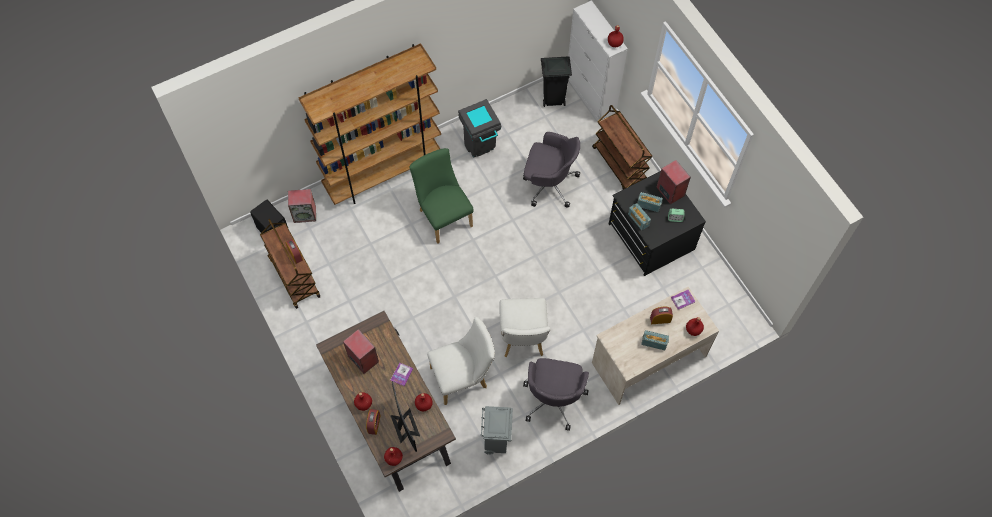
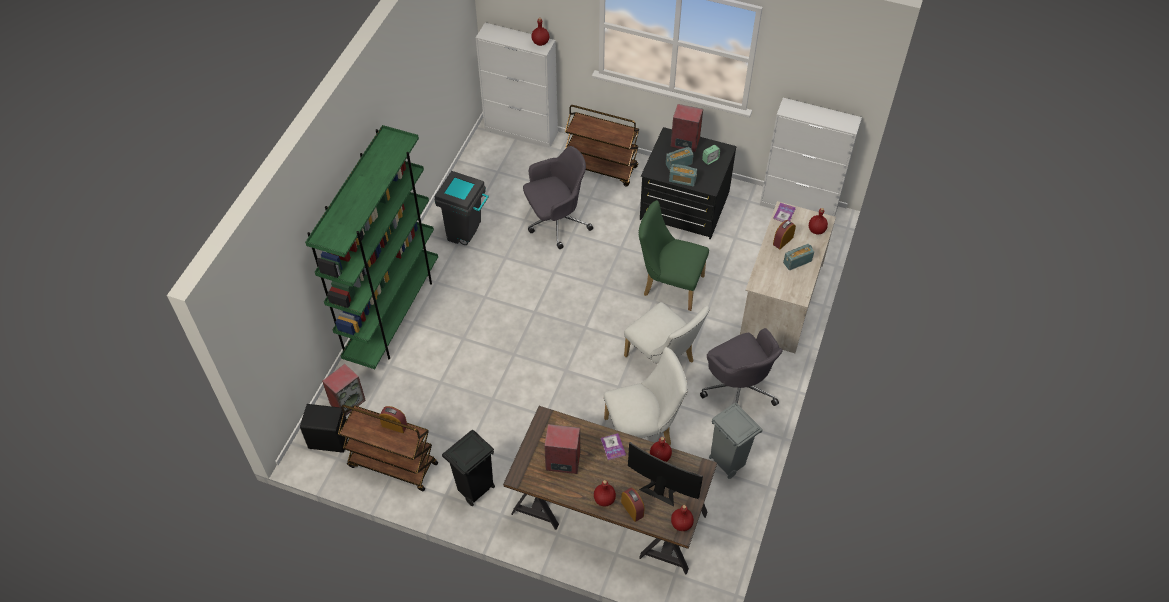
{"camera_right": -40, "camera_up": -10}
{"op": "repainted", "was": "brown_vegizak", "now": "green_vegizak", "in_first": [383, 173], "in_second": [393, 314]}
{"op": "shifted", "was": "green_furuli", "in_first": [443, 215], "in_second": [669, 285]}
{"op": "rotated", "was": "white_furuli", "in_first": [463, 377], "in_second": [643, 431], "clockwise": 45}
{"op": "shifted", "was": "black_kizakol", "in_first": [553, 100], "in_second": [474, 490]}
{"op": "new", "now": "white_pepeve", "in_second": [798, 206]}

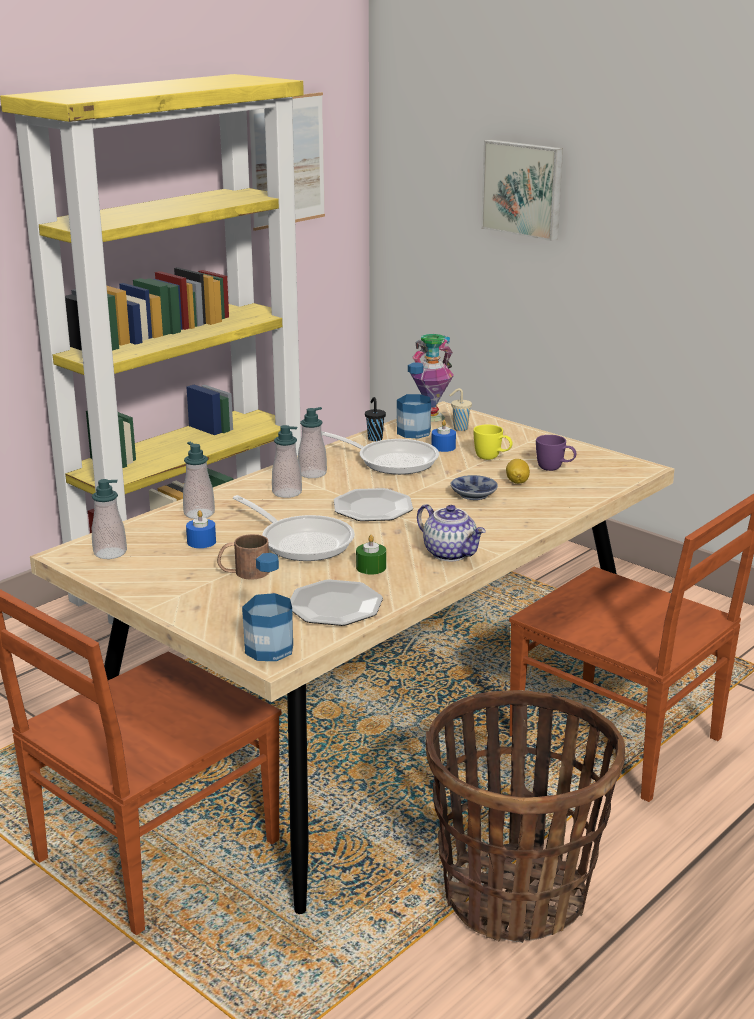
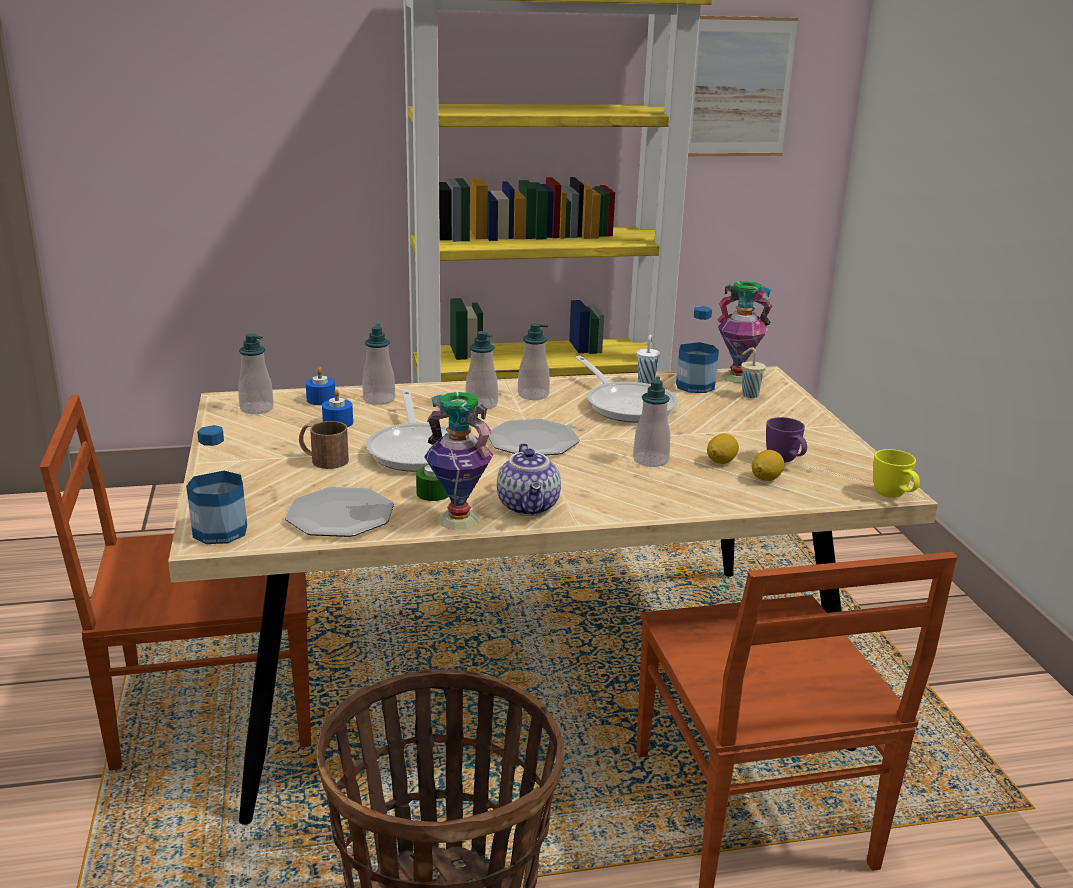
{"camera_right": 35, "camera_up": 0}
{"op": "repainted", "was": "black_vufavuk", "now": "white_vufavuk", "in_first": [374, 438], "in_second": [646, 381]}
{"op": "shifted", "was": "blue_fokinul", "in_first": [443, 447], "in_second": [321, 399]}
{"op": "swapped", "was": "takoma", "now": "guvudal", "in_first": [473, 495], "in_second": [650, 460]}
{"op": "shifted", "was": "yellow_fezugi", "in_first": [492, 458], "in_second": [894, 497]}
{"op": "gone", "was": "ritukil", "in_first": [524, 189]}
{"op": "new", "now": "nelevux", "in_second": [458, 520]}
{"op": "new", "now": "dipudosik", "in_second": [766, 478]}

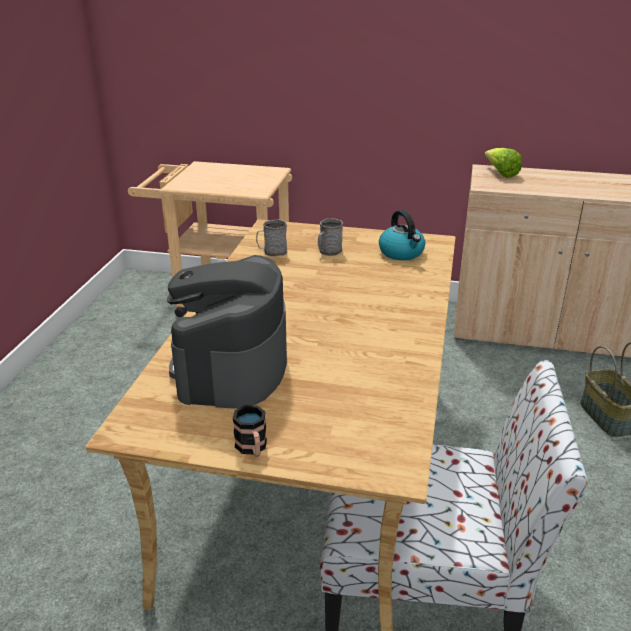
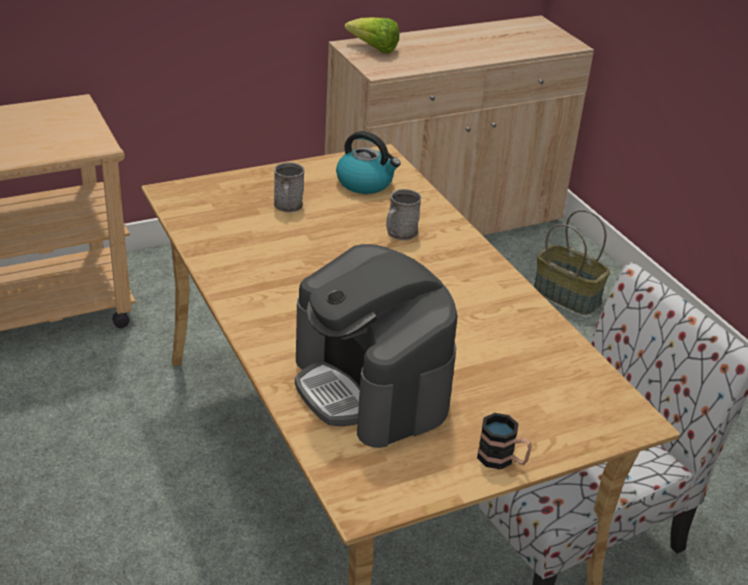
{"camera_right": -40, "camera_up": 5}
{"op": "shifted", "was": "grey_fezugi", "in_first": [272, 252], "in_second": [399, 234]}

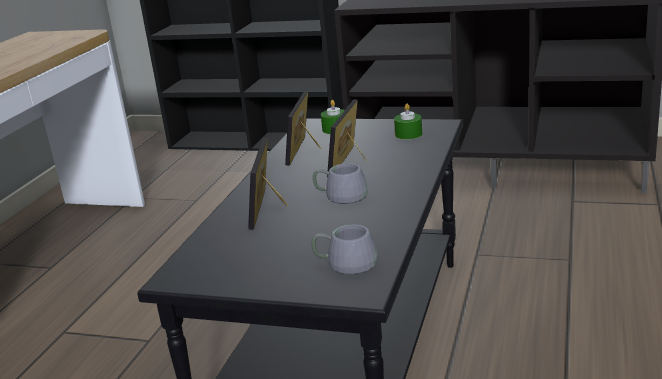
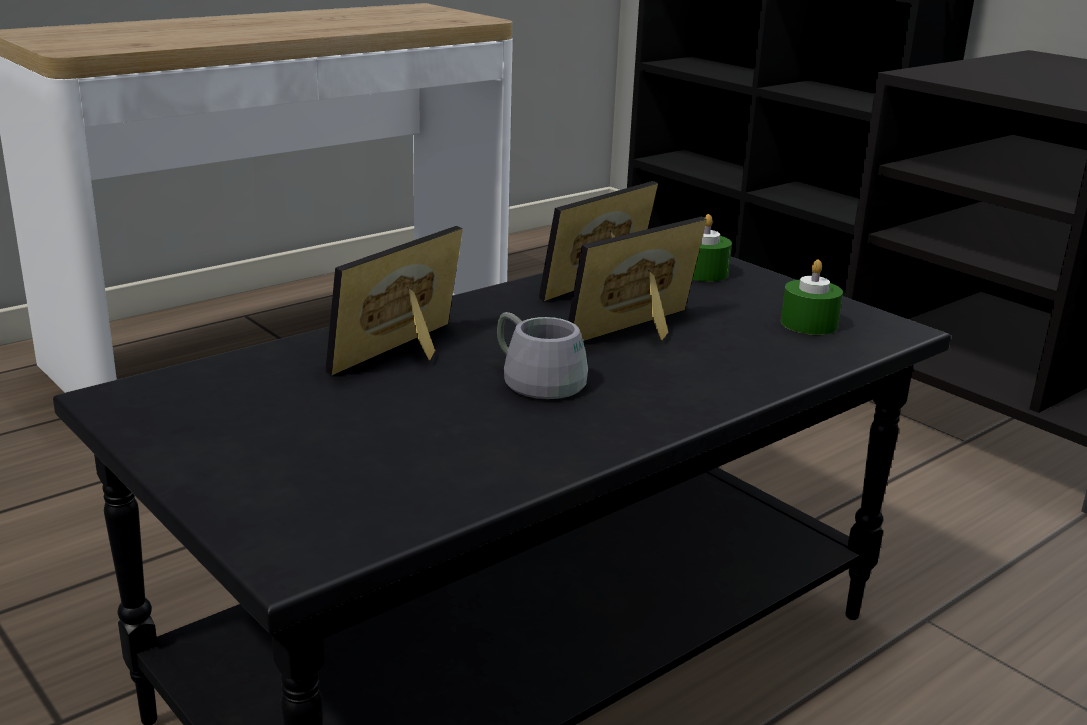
{"camera_right": 30, "camera_up": 0}
{"op": "gone", "was": "grey_fezugi", "in_first": [346, 261]}

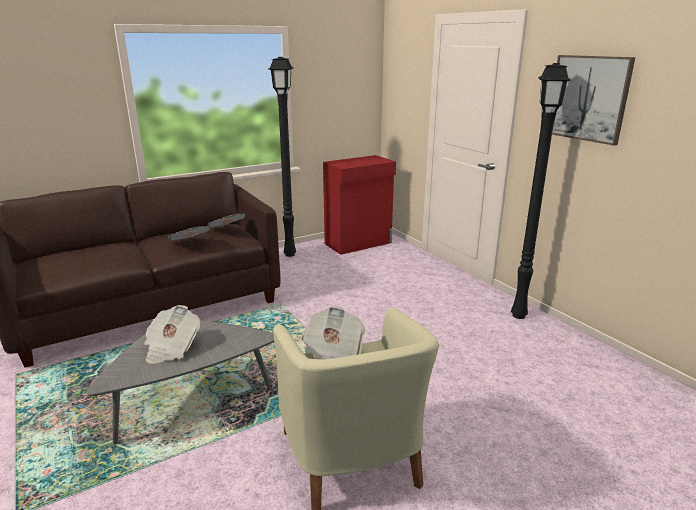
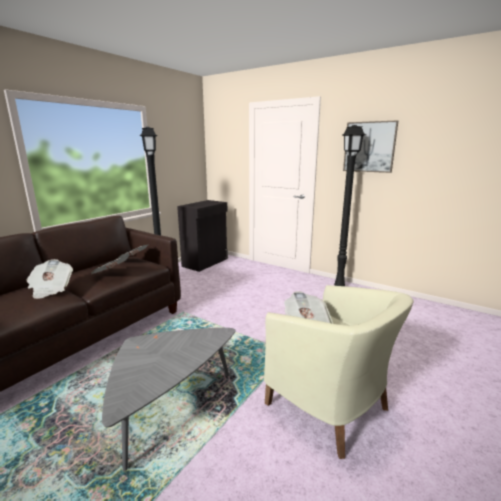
{"camera_right": -25, "camera_up": -5}
{"op": "shifted", "was": "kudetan", "in_first": [171, 348], "in_second": [51, 289]}
{"op": "repainted", "was": "red_pepeve", "now": "black_pepeve", "in_first": [359, 243], "in_second": [206, 262]}

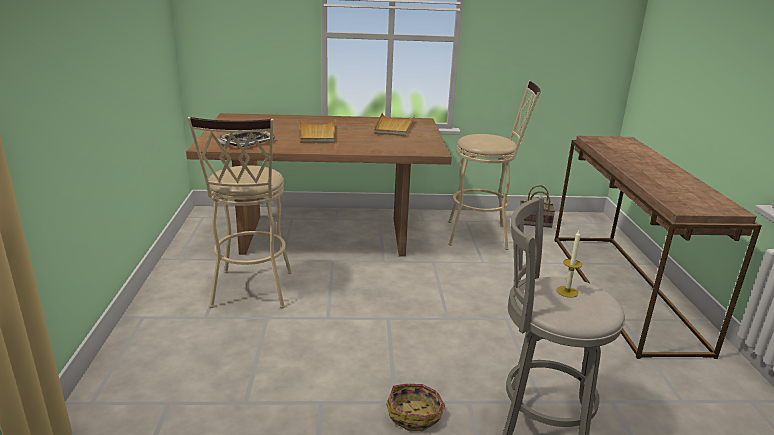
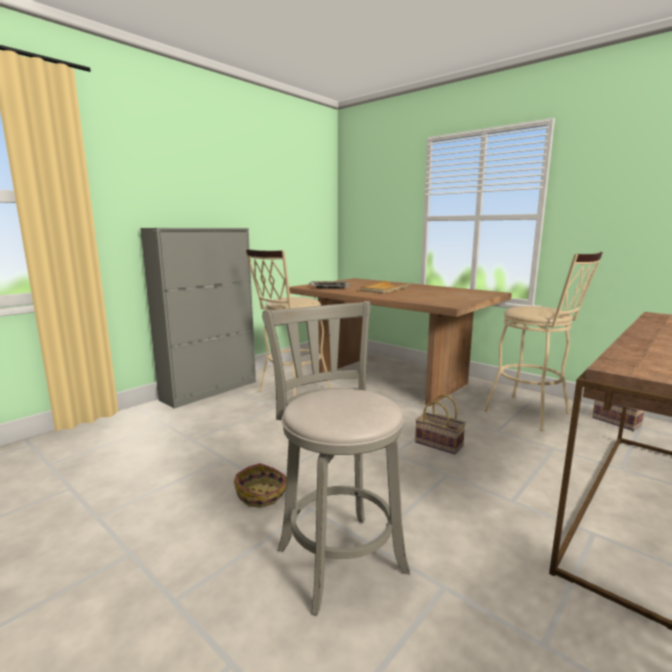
{"camera_right": 45, "camera_up": -10}
{"op": "gone", "was": "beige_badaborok", "in_first": [394, 127]}
{"op": "gone", "was": "fokinul", "in_first": [567, 291]}
{"op": "new", "now": "grey_pepeve", "in_second": [210, 390]}
{"op": "new", "now": "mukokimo", "in_second": [440, 444]}

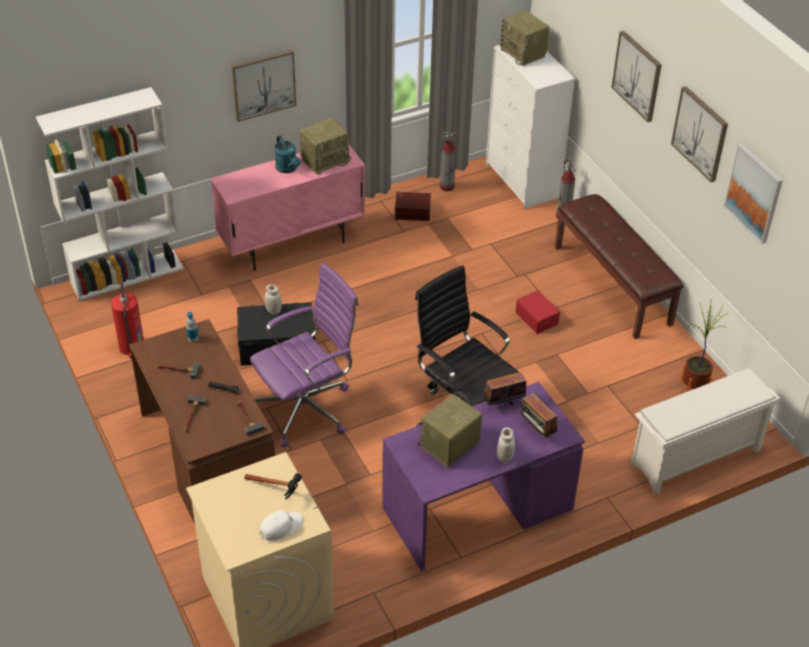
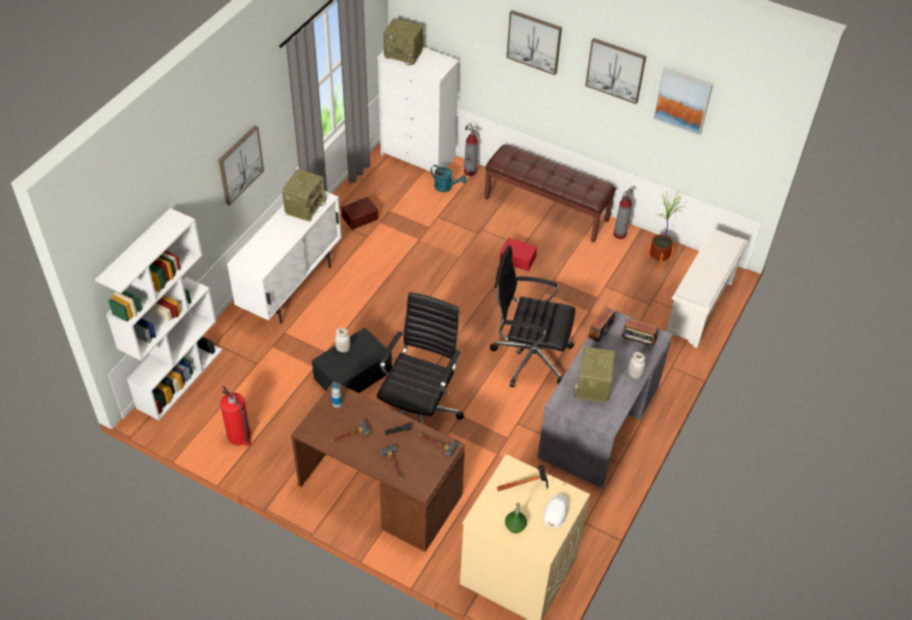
{"camera_right": -35, "camera_up": 5}
{"op": "repainted", "was": "pink_pepeve", "now": "white_pepeve", "in_first": [292, 245], "in_second": [291, 288]}
{"op": "repainted", "was": "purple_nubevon", "now": "black_nubevon", "in_first": [307, 408], "in_second": [419, 412]}
{"op": "shifted", "was": "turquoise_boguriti", "in_first": [288, 169], "in_second": [446, 187]}
{"op": "repainted", "was": "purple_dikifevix", "now": "grey_dikifevix", "in_first": [477, 510], "in_second": [599, 423]}
{"op": "shifted", "was": "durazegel", "in_first": [447, 186], "in_second": [619, 234]}
{"op": "new", "now": "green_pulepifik", "in_second": [515, 526]}

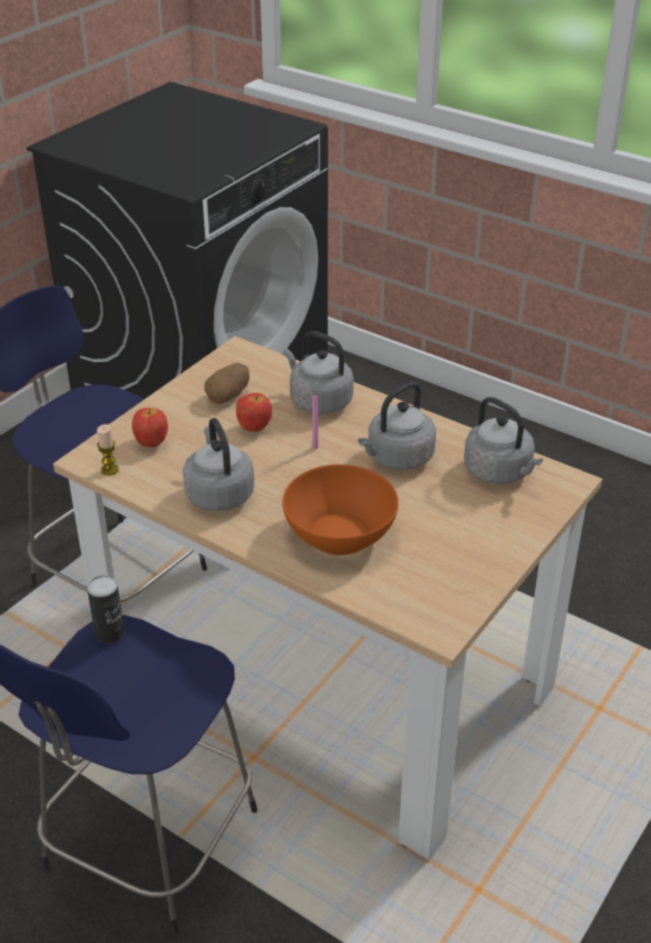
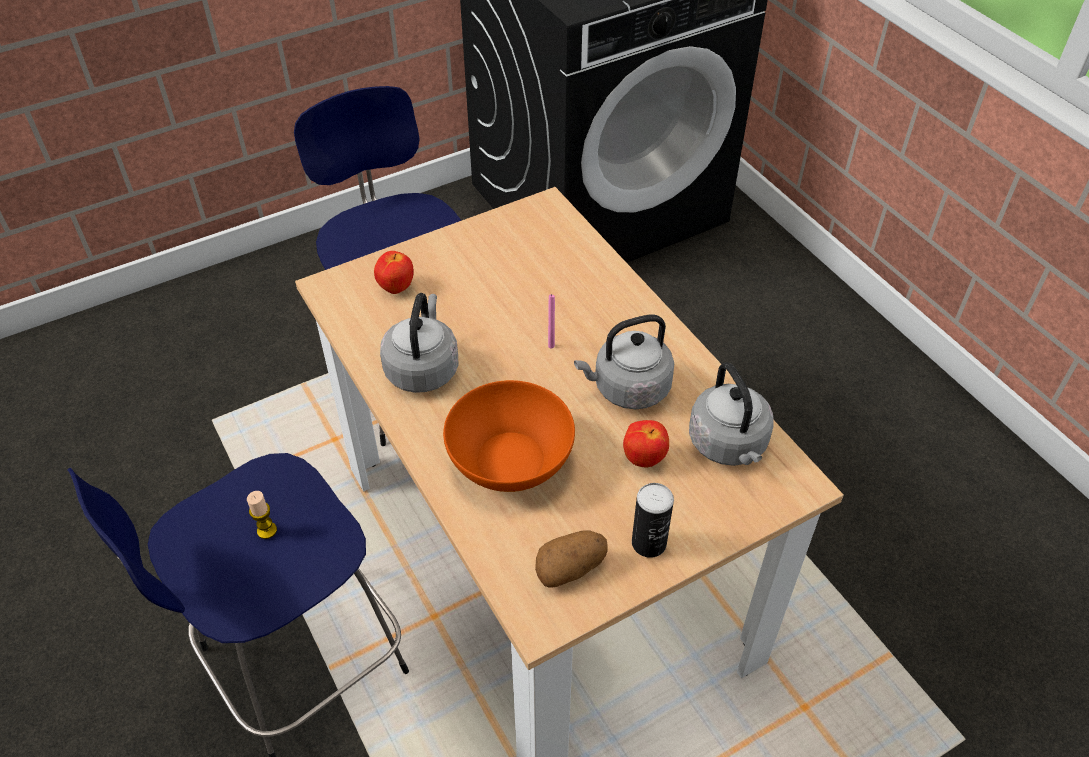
{"camera_right": 25, "camera_up": 10}
{"op": "shifted", "was": "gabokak", "in_first": [109, 633], "in_second": [649, 543]}
{"op": "shifted", "was": "fokinul", "in_first": [109, 470], "in_second": [267, 530]}
{"op": "shifted", "was": "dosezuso", "in_first": [228, 396], "in_second": [571, 568]}
{"op": "shifted", "was": "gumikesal", "in_first": [254, 428], "in_second": [644, 458]}
{"op": "gone", "was": "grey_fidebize", "in_first": [318, 401]}

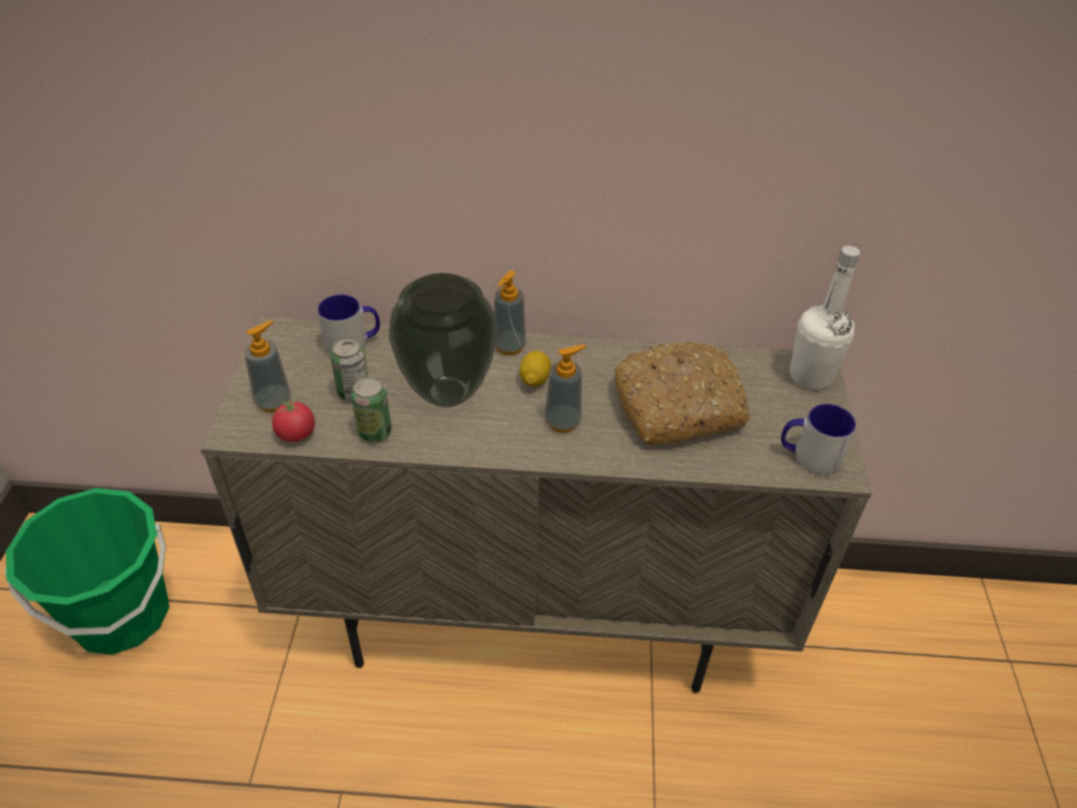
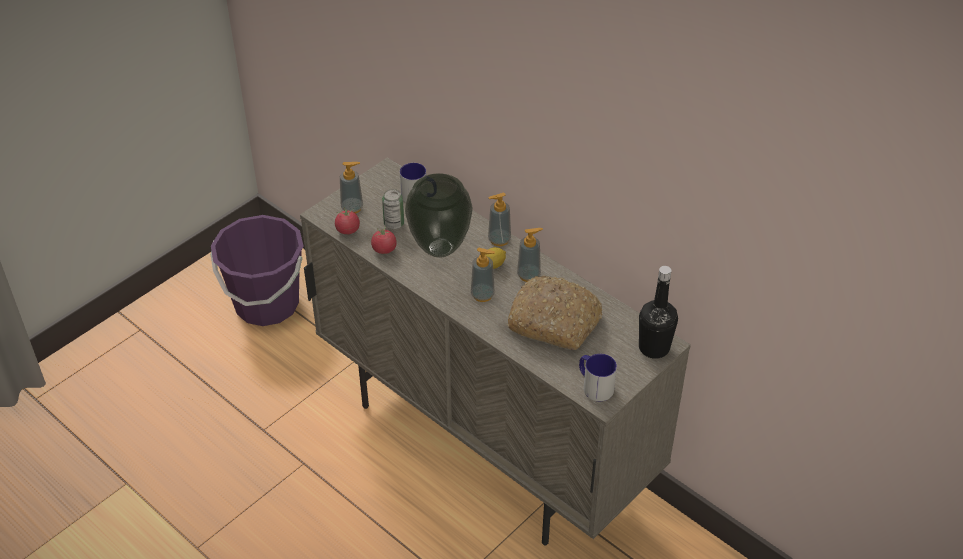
{"camera_right": 40, "camera_up": 0}
{"op": "repainted", "was": "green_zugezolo", "now": "purple_zugezolo", "in_first": [121, 614], "in_second": [266, 304]}
{"op": "swapped", "was": "gabokak", "now": "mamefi", "in_first": [374, 432], "in_second": [384, 249]}
{"op": "repainted", "was": "white_pulepifik", "now": "black_pulepifik", "in_first": [810, 376], "in_second": [654, 348]}
{"op": "new", "now": "guvudal", "in_second": [528, 275]}

